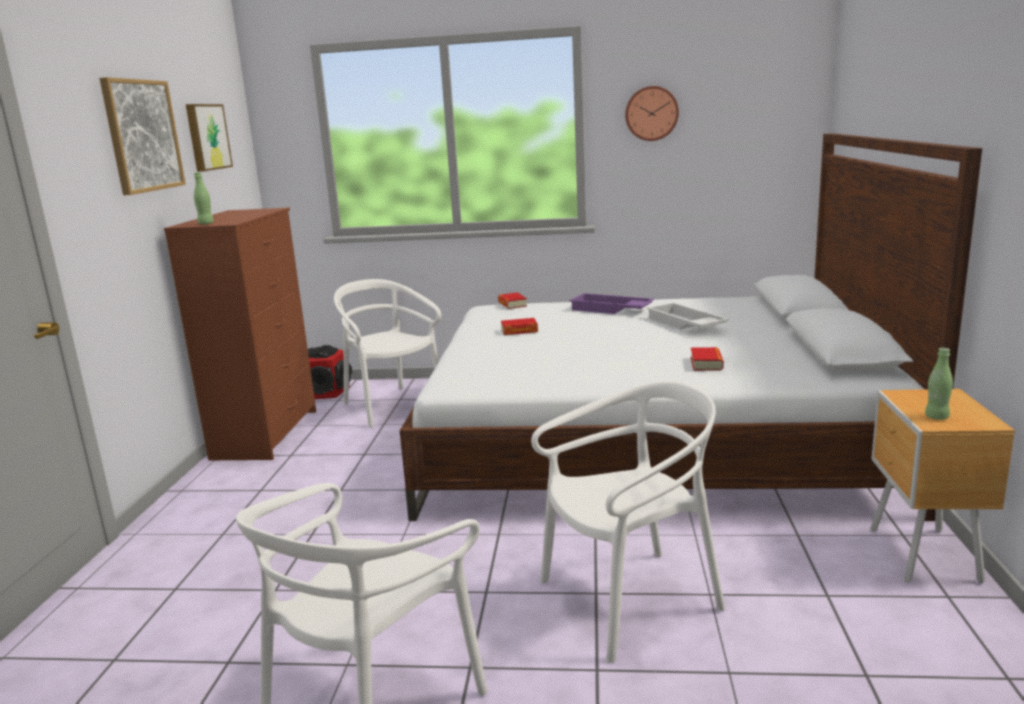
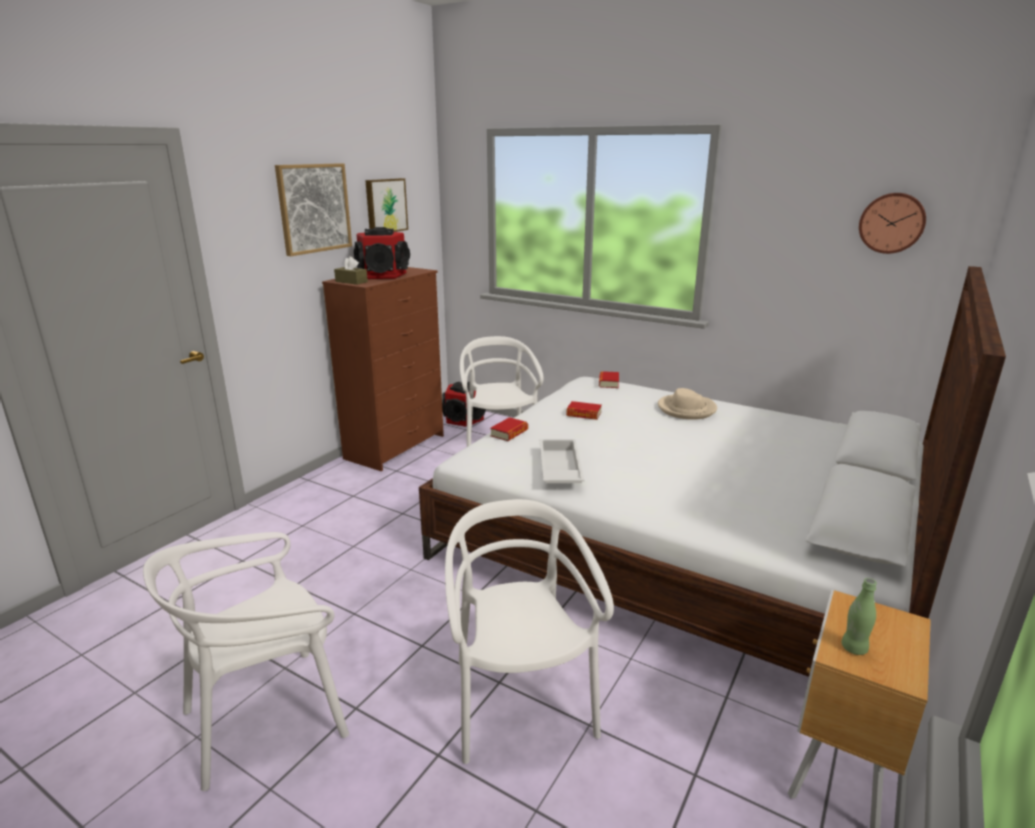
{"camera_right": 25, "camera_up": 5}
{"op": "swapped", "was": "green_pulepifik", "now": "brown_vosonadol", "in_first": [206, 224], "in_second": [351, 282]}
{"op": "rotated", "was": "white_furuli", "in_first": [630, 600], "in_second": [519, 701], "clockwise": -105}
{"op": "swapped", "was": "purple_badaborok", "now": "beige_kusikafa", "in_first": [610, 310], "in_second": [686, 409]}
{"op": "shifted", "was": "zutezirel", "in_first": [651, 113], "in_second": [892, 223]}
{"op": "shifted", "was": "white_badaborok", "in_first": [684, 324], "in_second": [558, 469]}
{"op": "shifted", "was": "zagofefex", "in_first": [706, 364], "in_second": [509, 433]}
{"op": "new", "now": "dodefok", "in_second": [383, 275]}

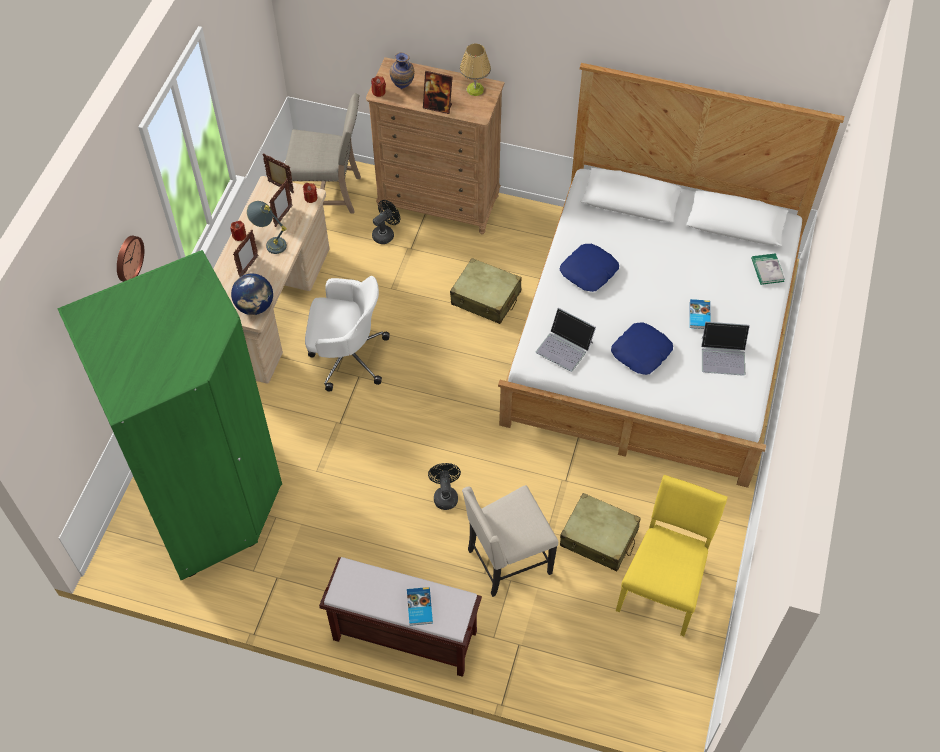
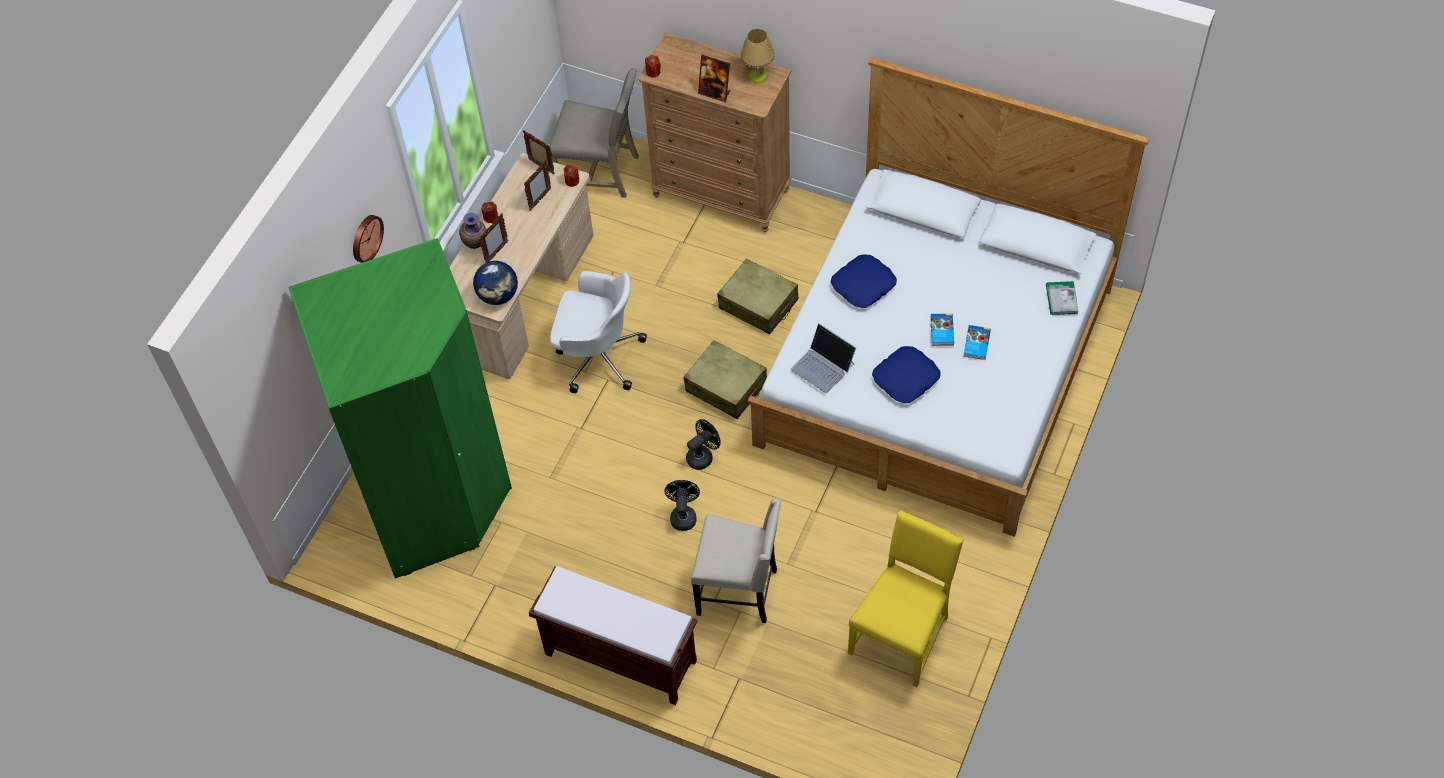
{"camera_right": 10, "camera_up": 0}
{"op": "gone", "was": "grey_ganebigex", "in_first": [270, 242]}
{"op": "shifted", "was": "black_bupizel", "in_first": [385, 234], "in_second": [703, 456]}
{"op": "shifted", "was": "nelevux", "in_first": [403, 86], "in_second": [476, 246]}
{"op": "shifted", "was": "zagofefex", "in_first": [418, 607], "in_second": [941, 331]}
{"op": "rotated", "was": "beige_furuli", "in_first": [507, 561], "in_second": [739, 591], "clockwise": -150}
{"op": "shifted", "was": "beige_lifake", "in_first": [599, 538], "in_second": [726, 387]}
{"op": "gone", "was": "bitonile", "in_first": [723, 355]}

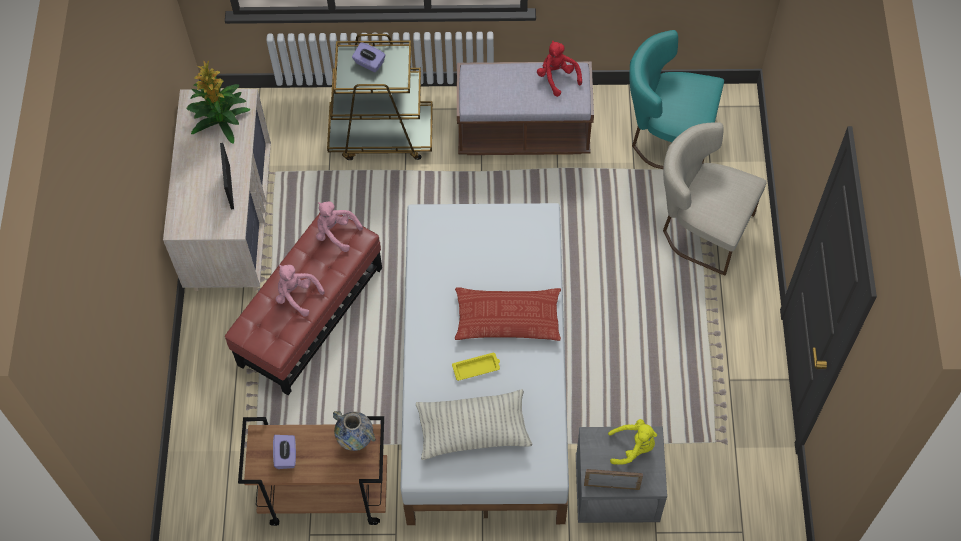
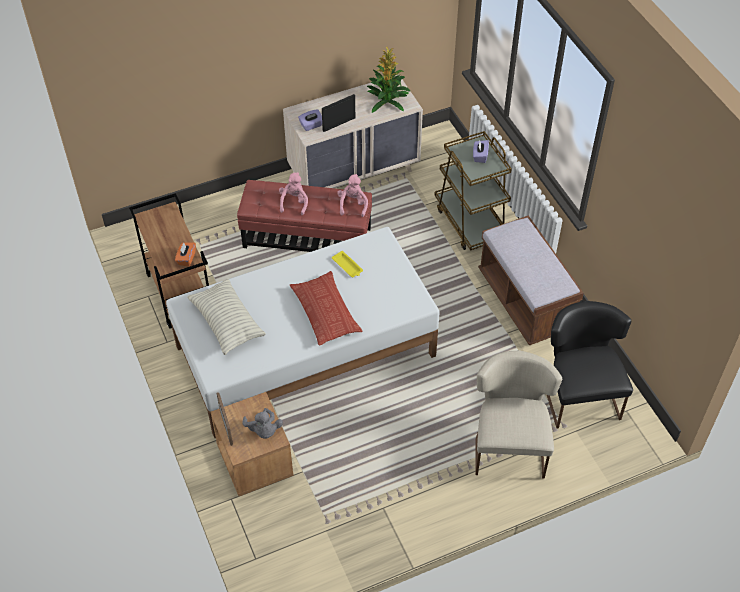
{"camera_right": 65, "camera_up": -10}
{"op": "shifted", "was": "purple_vosonadol", "in_first": [286, 456], "in_second": [311, 125]}
{"op": "swapped", "was": "nelevux", "now": "orange_vosonadol", "in_first": [356, 441], "in_second": [186, 258]}
{"op": "shifted", "was": "yellow_badaborok", "in_first": [477, 368], "in_second": [347, 266]}
{"op": "gone", "was": "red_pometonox", "in_first": [557, 77]}
{"op": "repainted", "was": "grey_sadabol", "now": "brown_sadabol", "in_first": [616, 490], "in_second": [254, 461]}
{"op": "repainted", "was": "yellow_pometonox", "now": "grey_pometonox", "in_first": [633, 447], "in_second": [264, 430]}
{"op": "repainted", "was": "turquoise_furuli", "now": "black_furuli", "in_first": [667, 138], "in_second": [579, 394]}

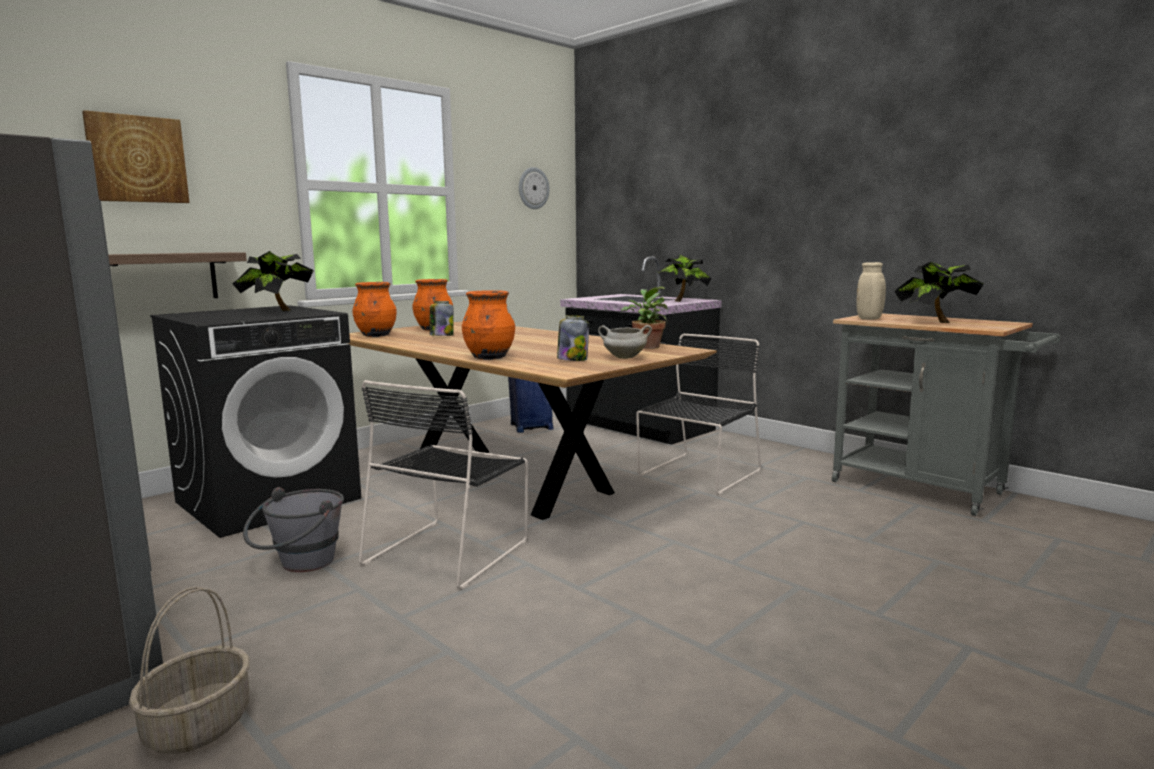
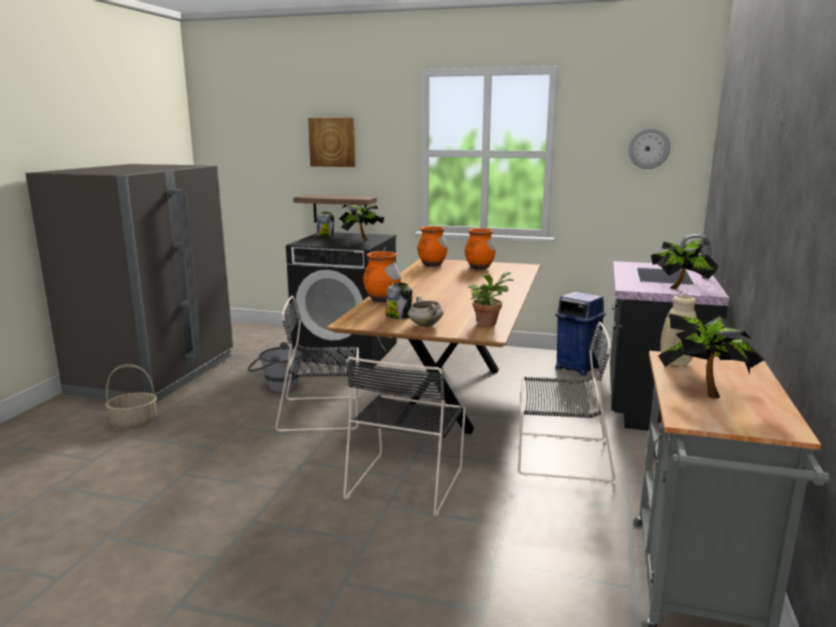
{"camera_right": 60, "camera_up": 5}
{"op": "shifted", "was": "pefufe", "in_first": [441, 336], "in_second": [325, 236]}
{"op": "new", "now": "black_furuli", "in_second": [407, 481]}

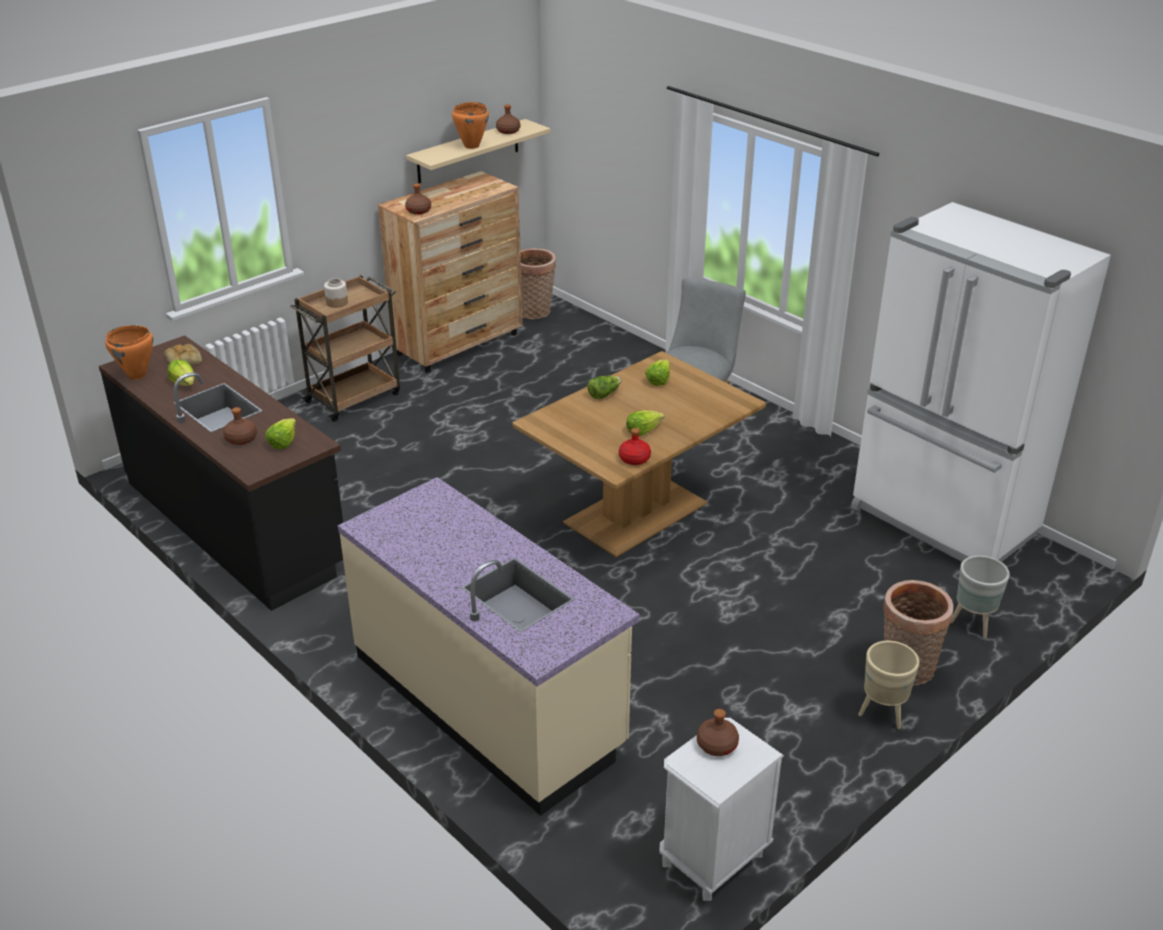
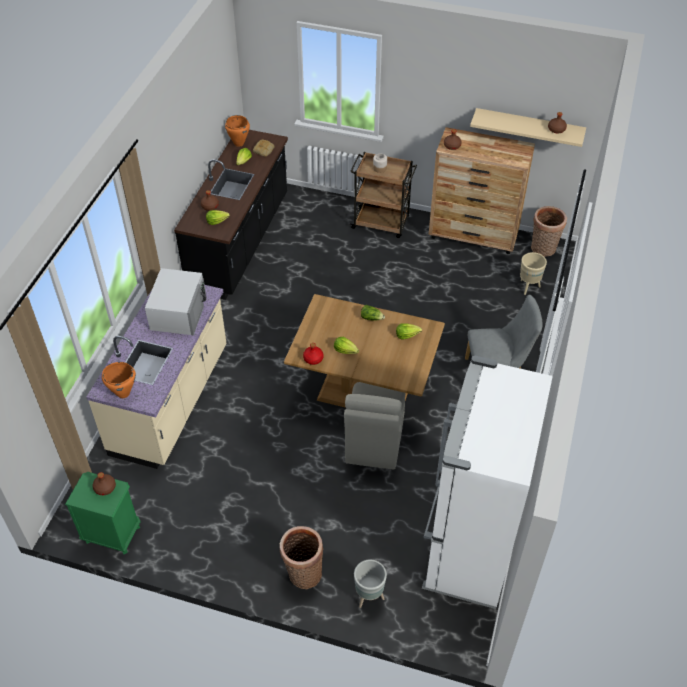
{"camera_right": 60, "camera_up": 15}
{"op": "shifted", "was": "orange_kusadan", "in_first": [471, 146], "in_second": [123, 393]}
{"op": "repainted", "was": "white_sadabol", "now": "green_sadabol", "in_first": [712, 859], "in_second": [112, 534]}
{"op": "shifted", "was": "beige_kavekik", "in_first": [882, 714], "in_second": [528, 287]}
{"op": "new", "now": "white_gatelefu", "in_second": [179, 312]}
{"op": "new", "now": "beige_furuli", "in_second": [373, 442]}

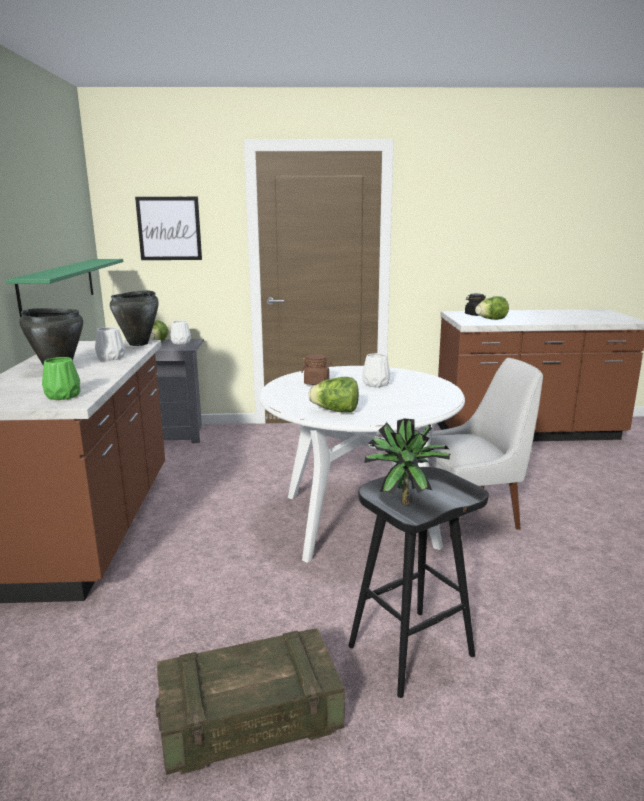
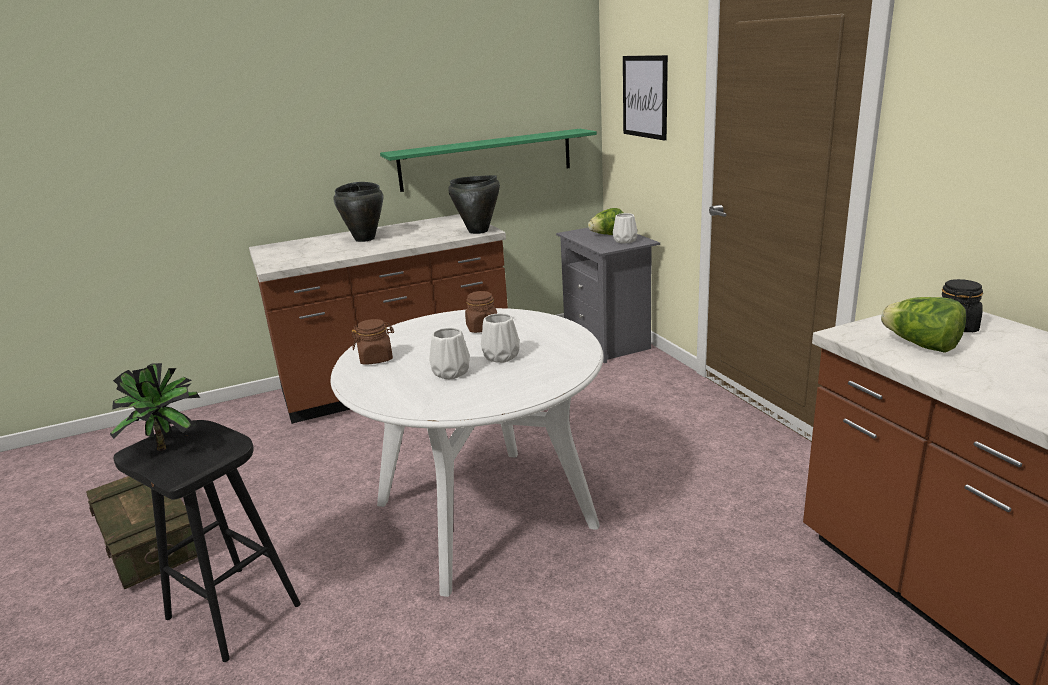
{"camera_right": 70, "camera_up": 5}
{"op": "gone", "was": "green_nelevux", "in_first": [64, 396]}
{"op": "shifted", "was": "white_nelevux", "in_first": [111, 358], "in_second": [452, 372]}
{"op": "swapped", "was": "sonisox", "now": "brown_pefufe", "in_first": [336, 411], "in_second": [376, 359]}
{"op": "gone", "was": "white_furuli", "in_first": [472, 513]}

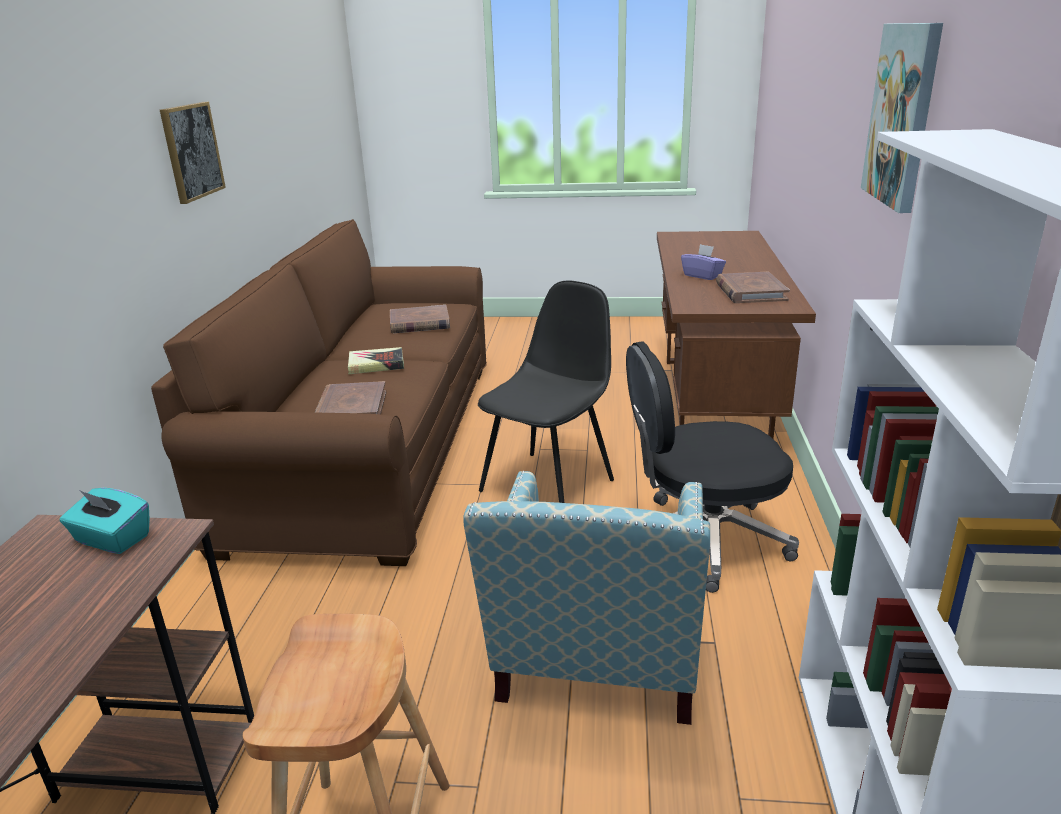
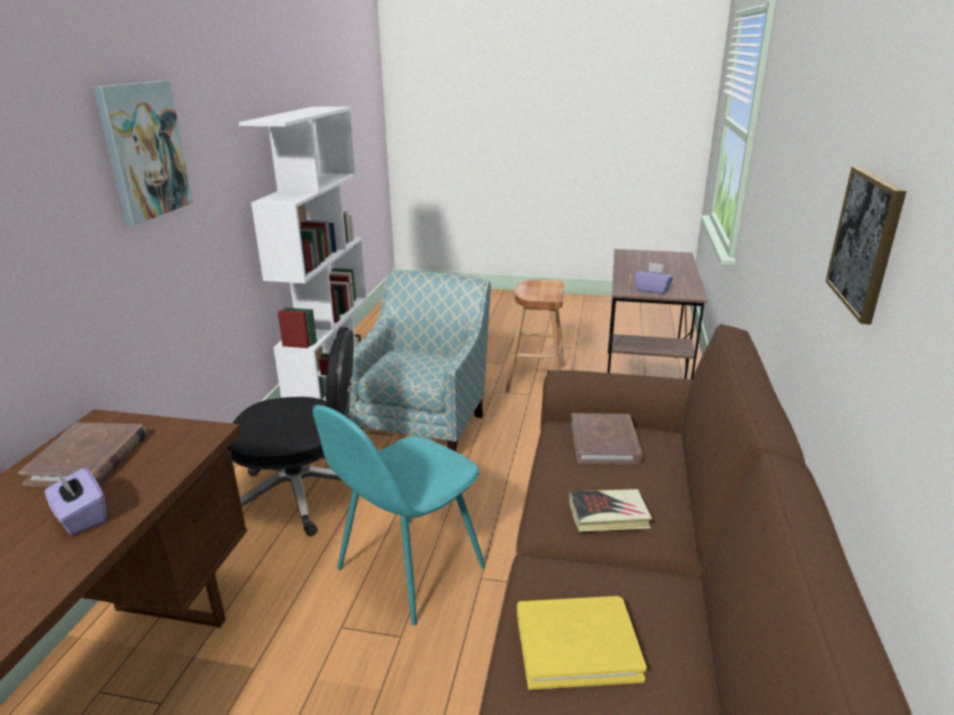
{"camera_right": -175, "camera_up": 0}
{"op": "repainted", "was": "turquoise_vosonadol", "now": "purple_vosonadol", "in_first": [112, 540], "in_second": [652, 290]}
{"op": "repainted", "was": "brown_zagofefex", "now": "yellow_zagofefex", "in_first": [419, 323], "in_second": [577, 645]}
{"op": "repainted", "was": "black_furuli", "now": "turquoise_furuli", "in_first": [549, 484], "in_second": [408, 570]}

